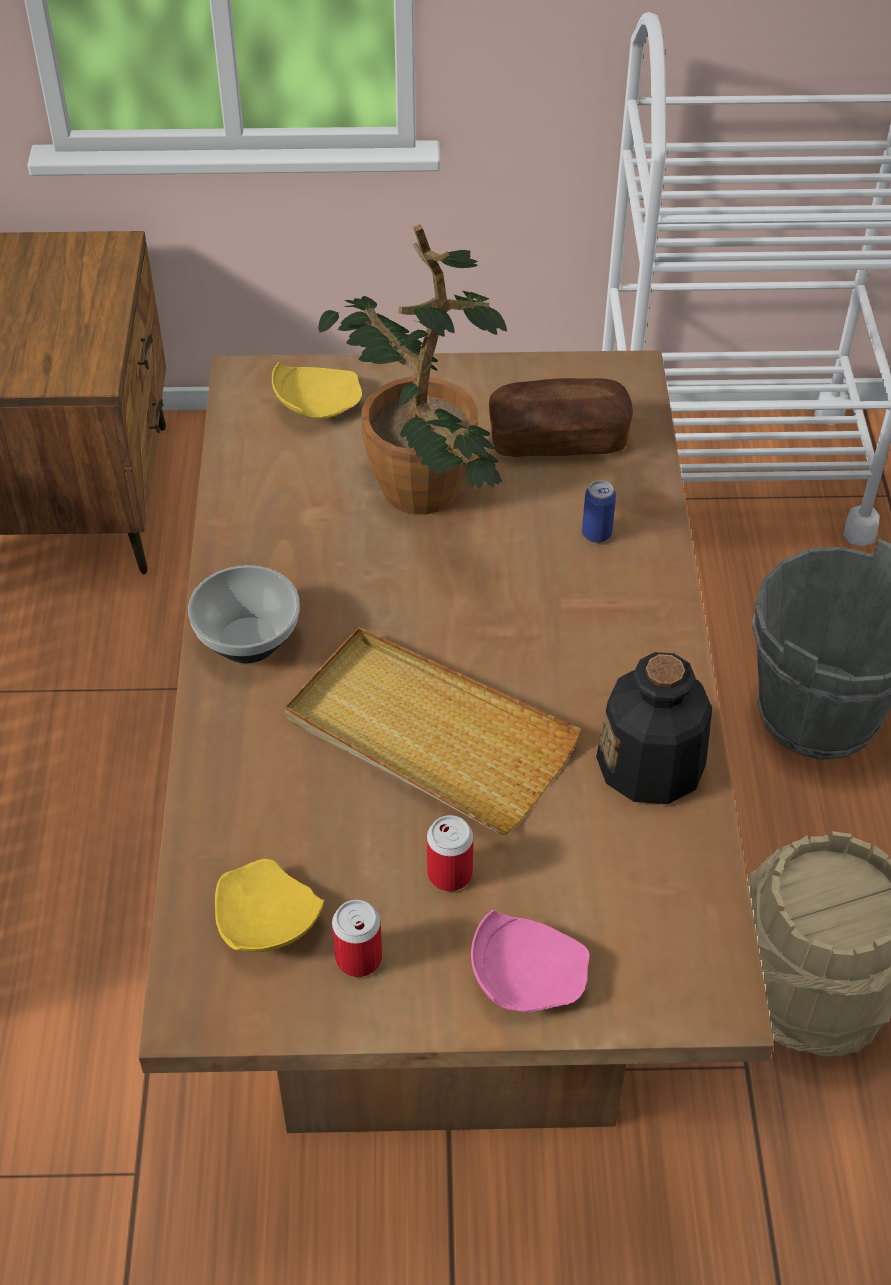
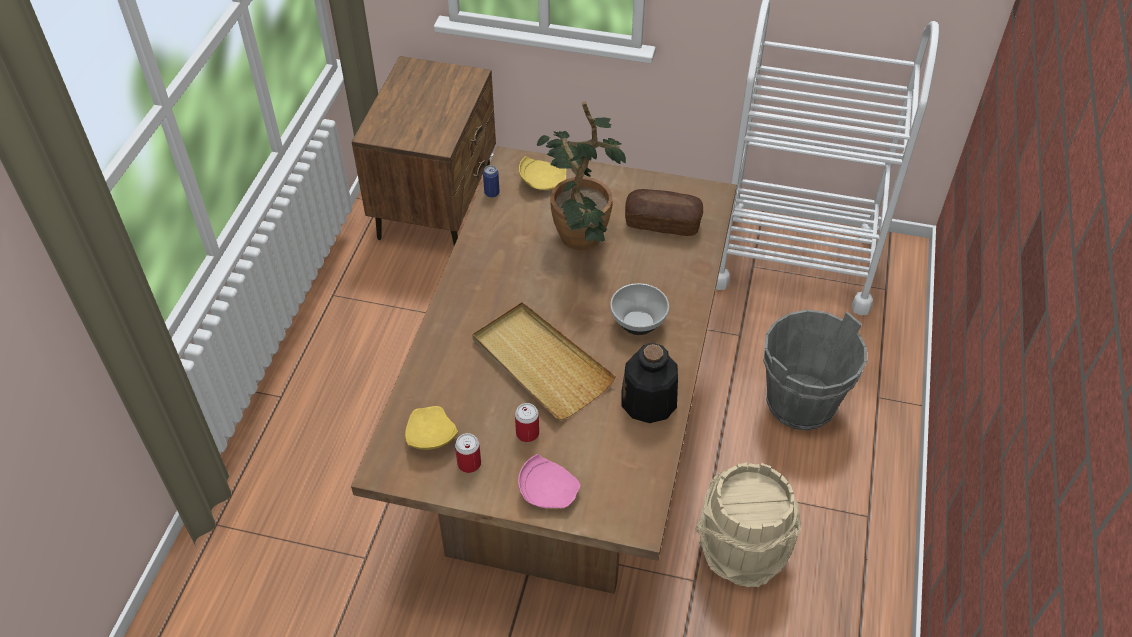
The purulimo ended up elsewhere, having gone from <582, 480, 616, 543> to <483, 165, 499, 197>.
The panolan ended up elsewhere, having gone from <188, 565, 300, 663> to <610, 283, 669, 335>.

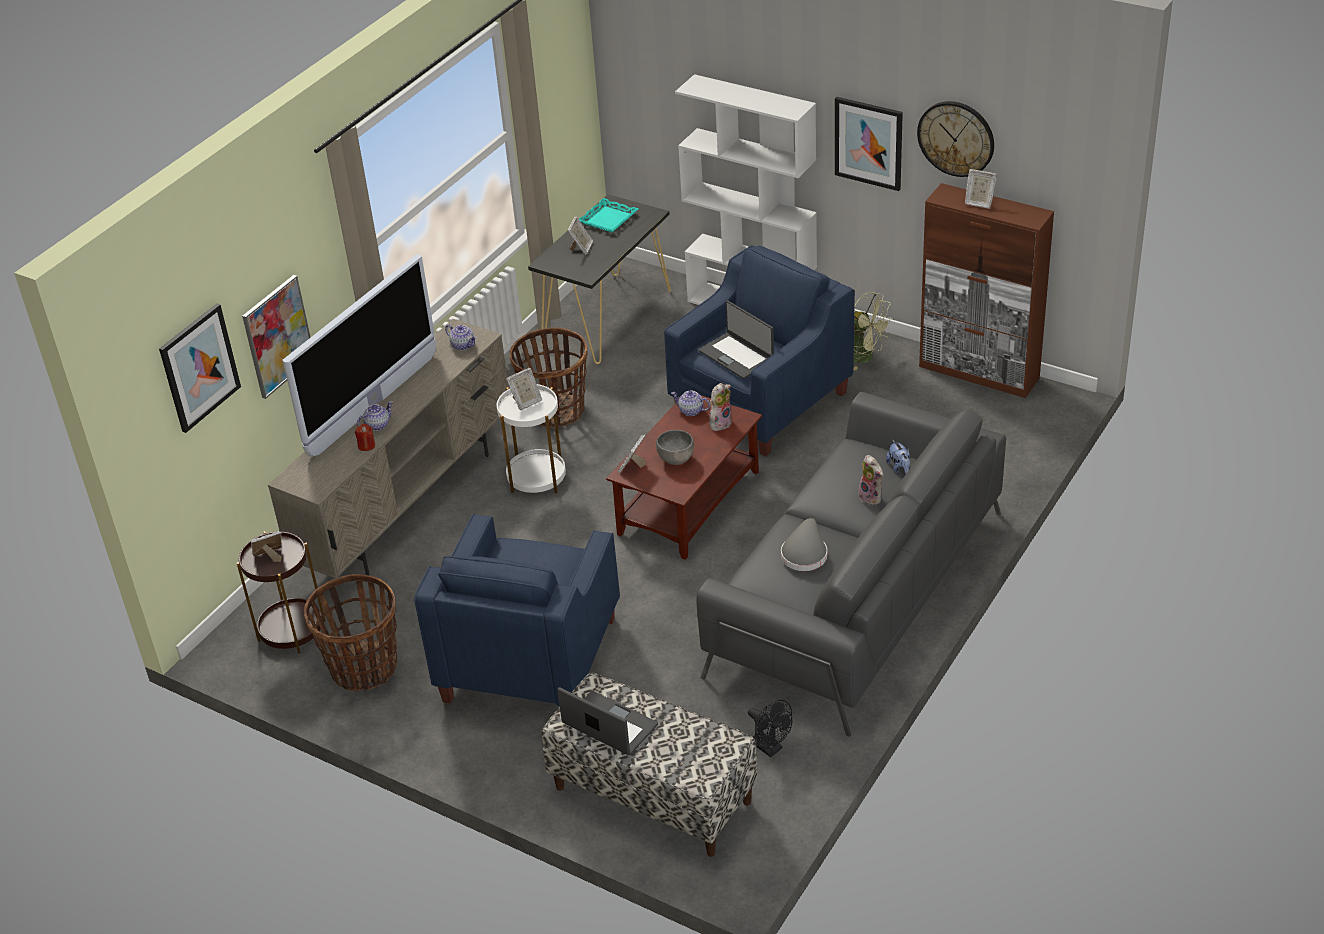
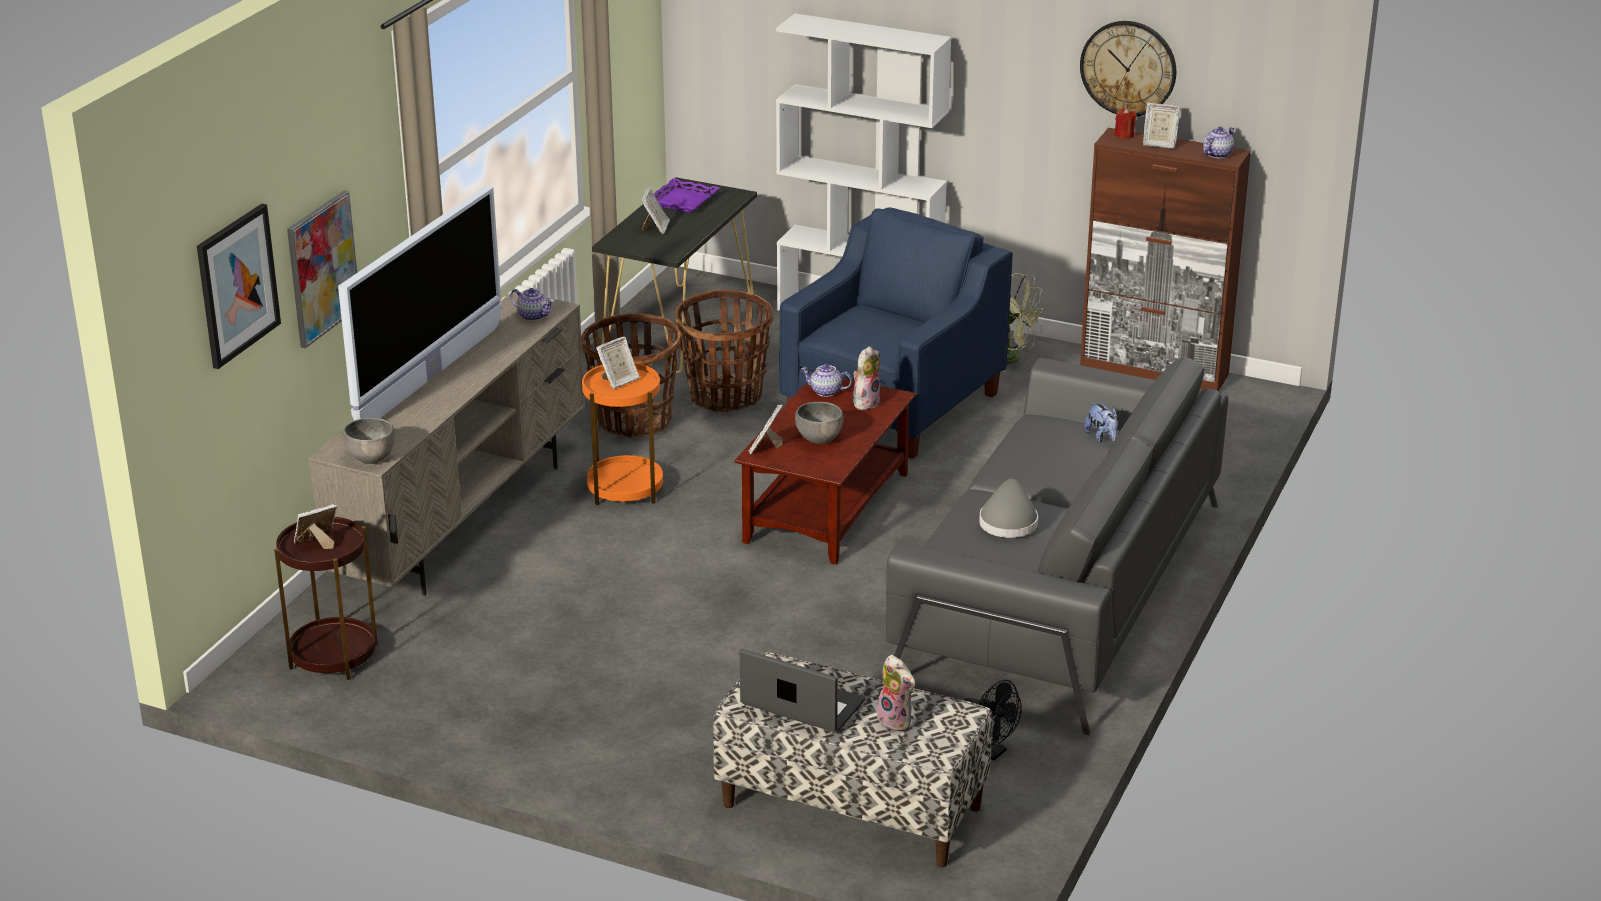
The second view gained the grey panolan at <343, 418, 395, 464>.
What was the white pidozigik at <497, 384, 566, 494> turned into the orange pidozigik at <582, 363, 663, 505>.
What was the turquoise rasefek at <579, 198, 638, 232> turned into the purple rasefek at <654, 178, 720, 213>.
The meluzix ended up elsewhere, having gone from <304, 574, 398, 691> to <675, 290, 773, 412>.
The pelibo ended up elsewhere, having gone from <859, 455, 884, 506> to <877, 655, 916, 732>.
The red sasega ended up elsewhere, having gone from <355, 424, 375, 451> to <1114, 108, 1136, 139>.
The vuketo ended up elsewhere, having gone from <357, 401, 393, 431> to <1203, 126, 1235, 158>.
The second view lost the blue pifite at <414, 514, 620, 706>.
The second view lost the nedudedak at <698, 300, 774, 379>.
The second view lost the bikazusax at <835, 97, 903, 191>.

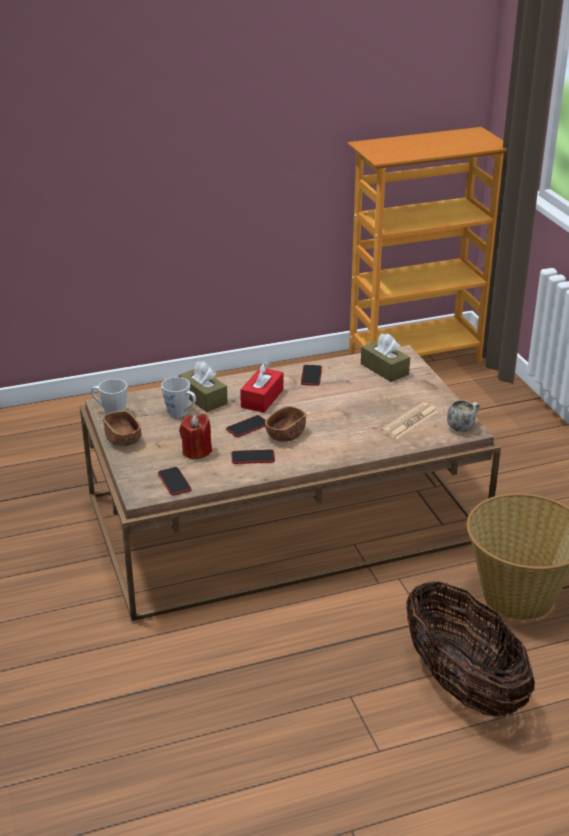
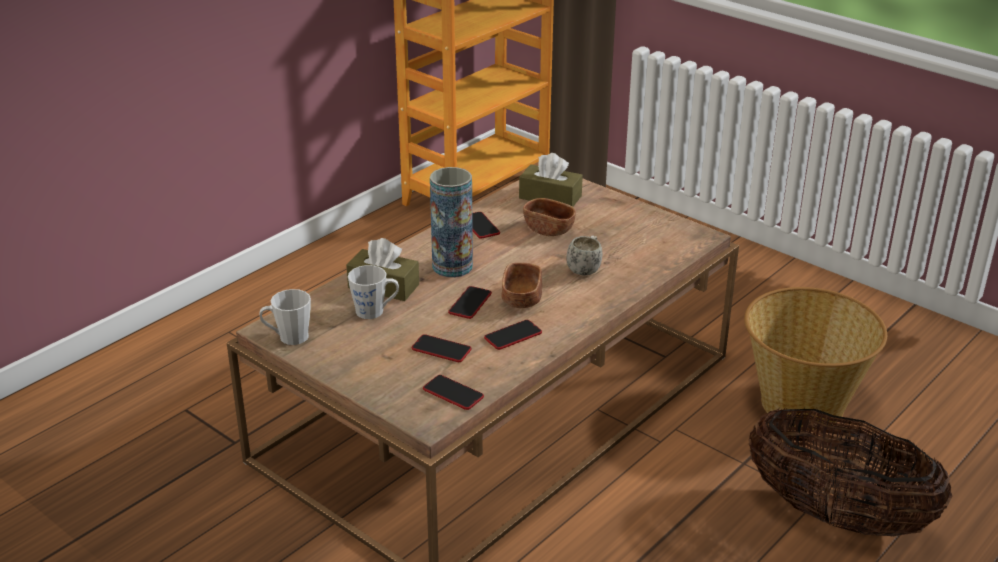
Where the red sasega stood at <179, 413, 212, 460>, the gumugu came to stand at <412, 334, 471, 362>.
Where the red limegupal stood at <240, 362, 283, 413>, the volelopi came to stand at <430, 167, 473, 278>.
The brown panolan ended up elsewhere, having gone from <103, 410, 141, 446> to <523, 198, 576, 236>.
The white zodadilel ended up elsewhere, having gone from <447, 400, 480, 432> to <566, 236, 602, 276>.
The second view lost the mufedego at <381, 402, 438, 439>.

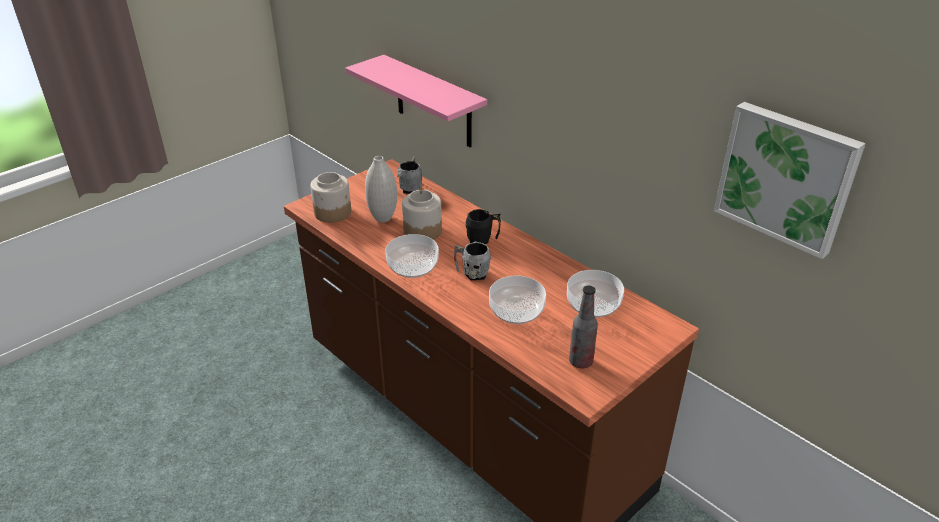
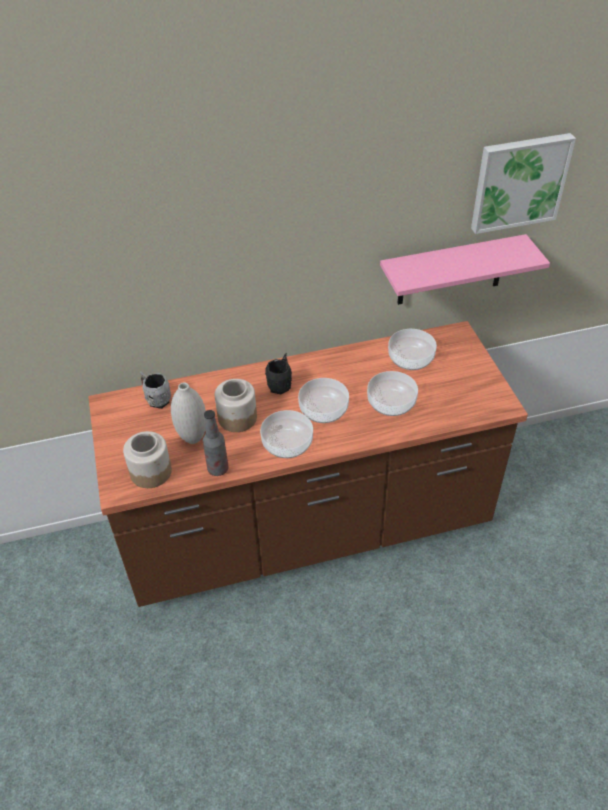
The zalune ended up elsewhere, having gone from <569, 285, 598, 369> to <203, 410, 228, 476>.
Where the grey zodadilel stood at <454, 242, 491, 280>, the panolan came to stand at <298, 378, 349, 423>.
The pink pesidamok ended up elsewhere, having gone from <345, 55, 488, 147> to <380, 234, 550, 305>.

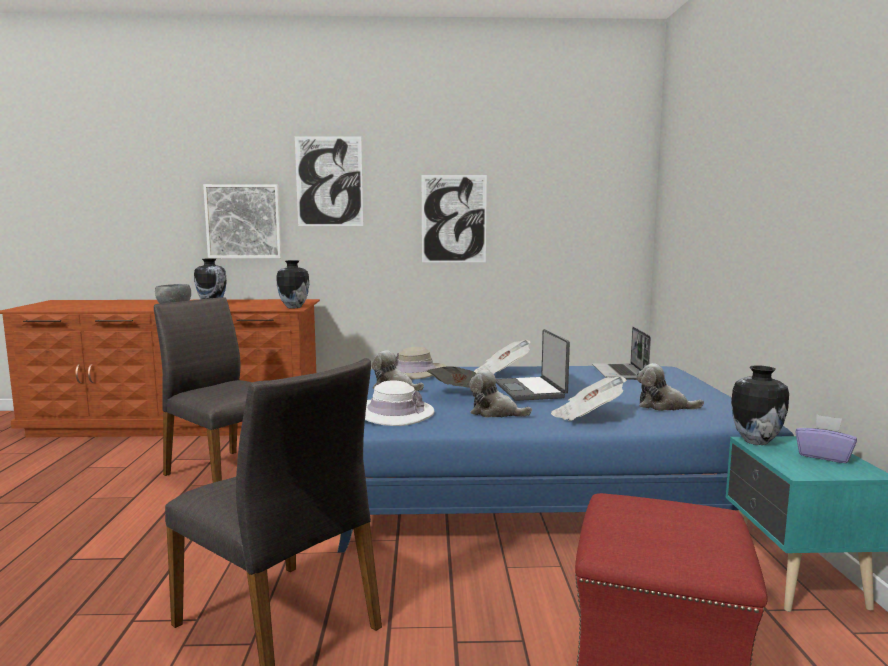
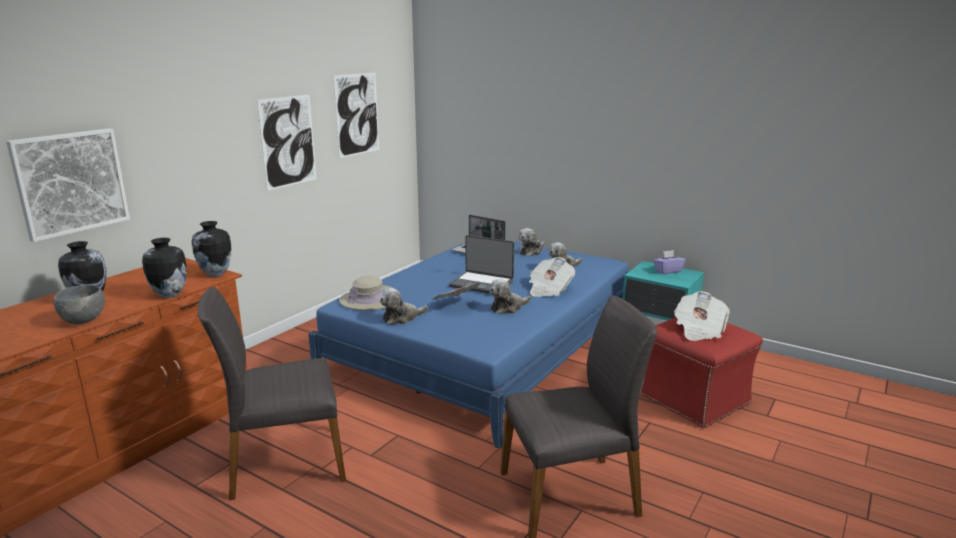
The volelopi ended up elsewhere, having gone from <731, 365, 789, 445> to <142, 238, 187, 298>.
The bikazusax ended up elsewhere, having gone from <295, 136, 363, 226> to <333, 72, 379, 158>.
The second view gained the pelibo at <518, 228, 545, 256>.
The mufedego ended up elsewhere, having gone from <474, 340, 531, 374> to <674, 291, 730, 341>.
The second view lost the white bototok at <365, 380, 434, 426>.

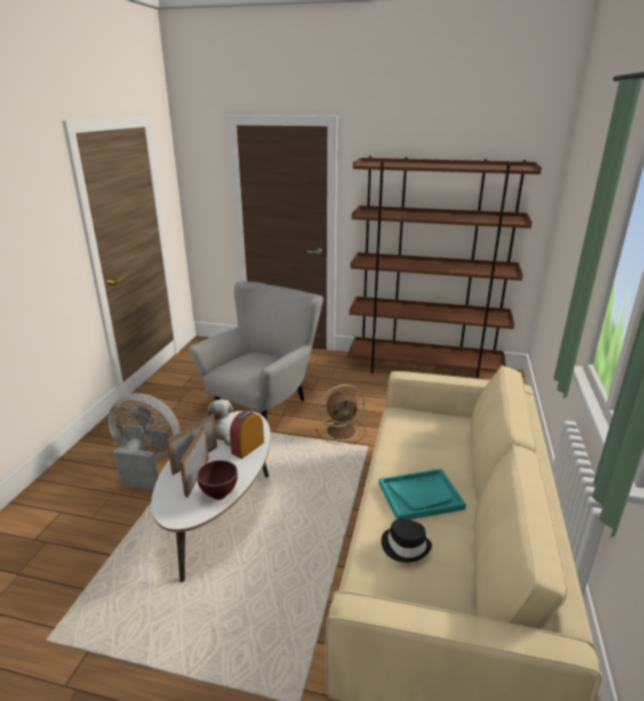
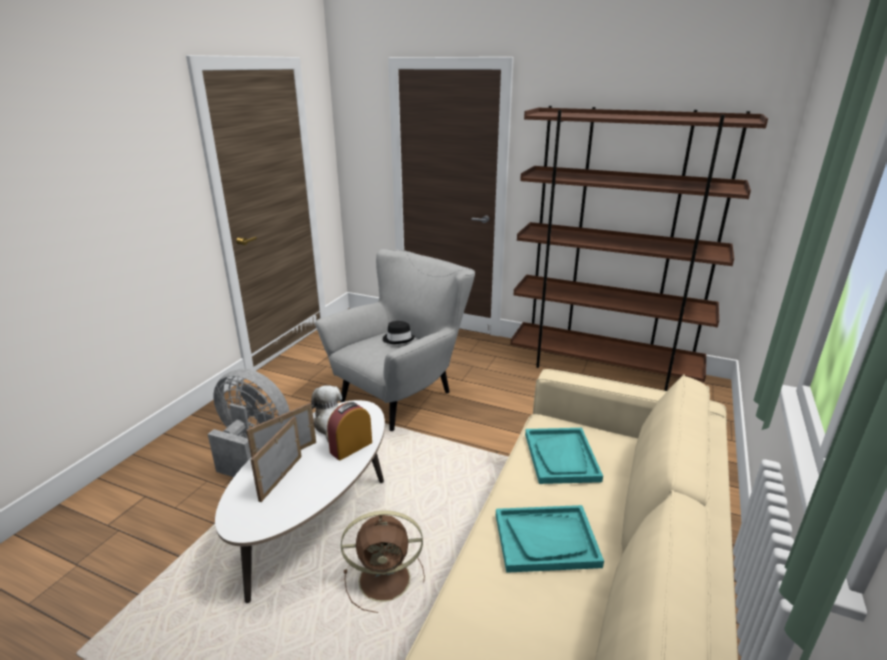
The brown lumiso ended up elsewhere, having gone from <316, 384, 366, 444> to <341, 510, 425, 613>.
The black bototok ended up elsewhere, having gone from <381, 519, 432, 563> to <383, 321, 415, 344>.
The second view gained the turquoise rasefek at <525, 428, 603, 484>.
The second view lost the brown panolan at <197, 460, 238, 500>.

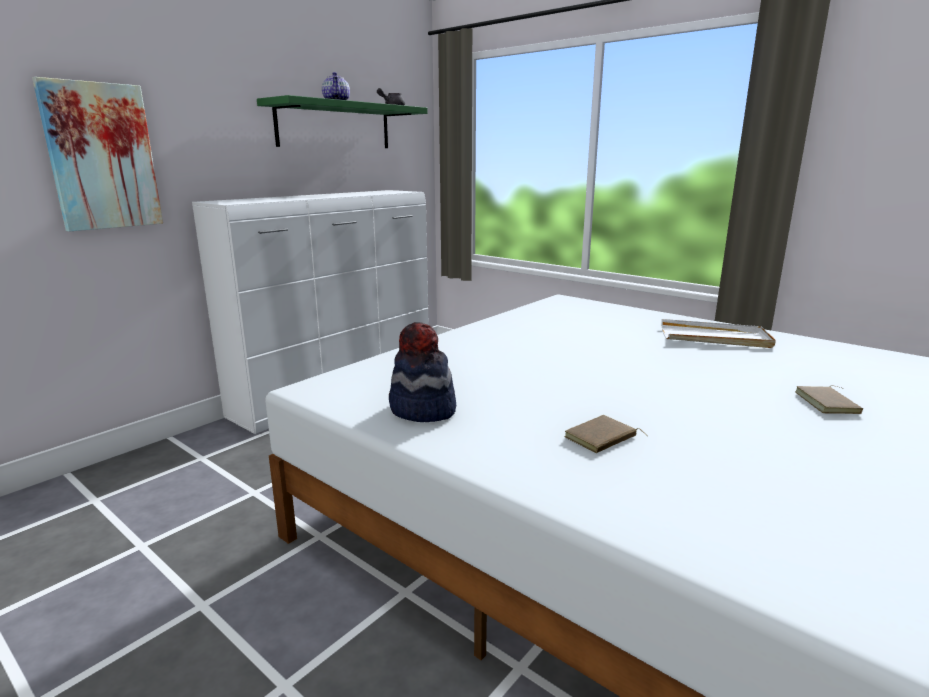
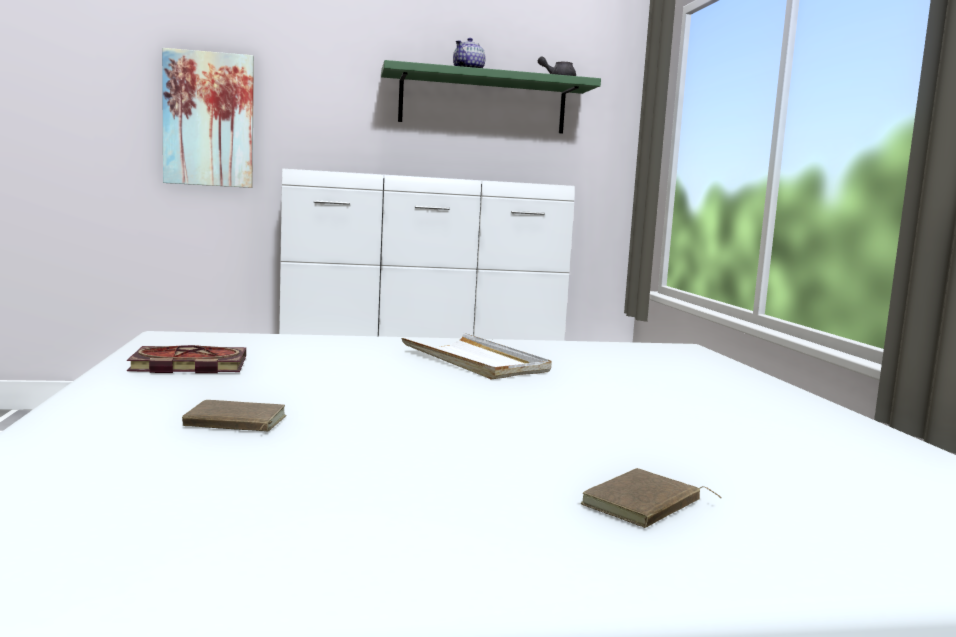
Where the bototok stood at <389, 322, 456, 422>, the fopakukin came to stand at <127, 345, 246, 373>.
The white rasefek ended up elsewhere, having gone from <661, 319, 776, 348> to <401, 333, 552, 379>.

